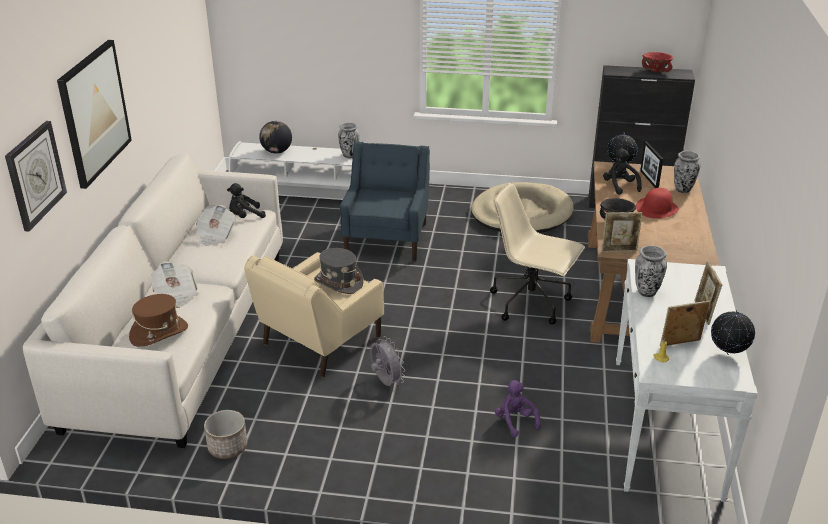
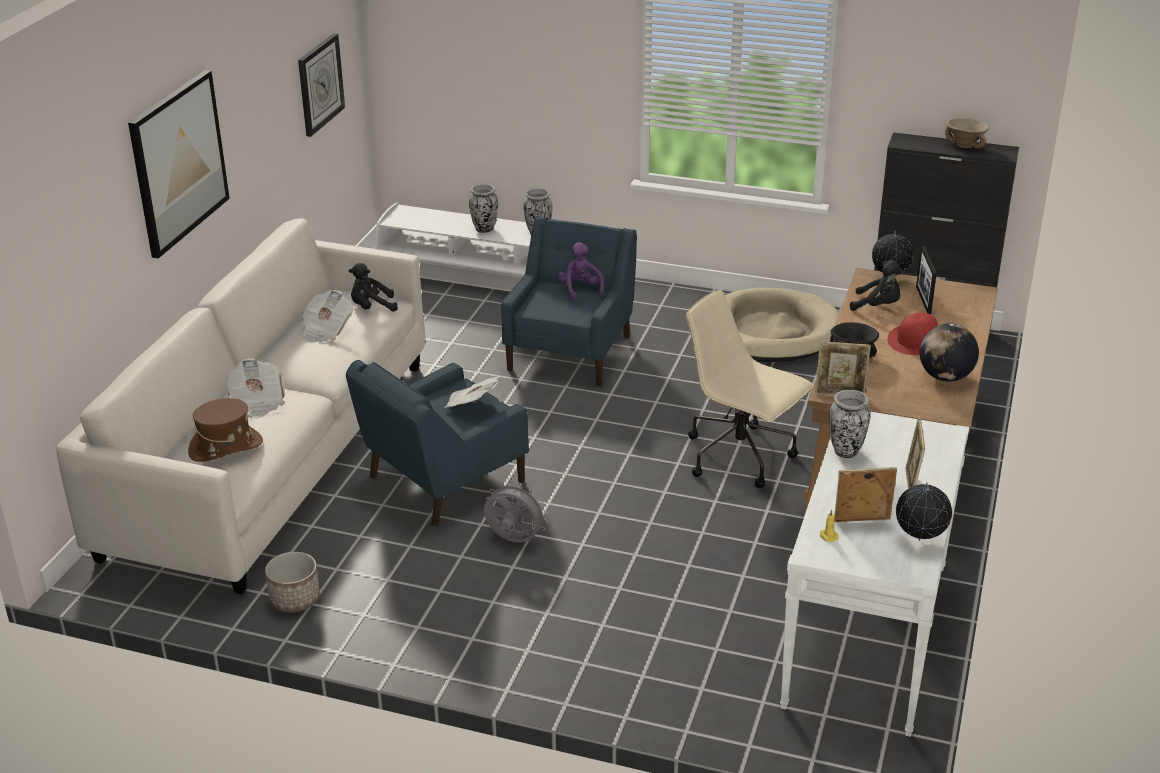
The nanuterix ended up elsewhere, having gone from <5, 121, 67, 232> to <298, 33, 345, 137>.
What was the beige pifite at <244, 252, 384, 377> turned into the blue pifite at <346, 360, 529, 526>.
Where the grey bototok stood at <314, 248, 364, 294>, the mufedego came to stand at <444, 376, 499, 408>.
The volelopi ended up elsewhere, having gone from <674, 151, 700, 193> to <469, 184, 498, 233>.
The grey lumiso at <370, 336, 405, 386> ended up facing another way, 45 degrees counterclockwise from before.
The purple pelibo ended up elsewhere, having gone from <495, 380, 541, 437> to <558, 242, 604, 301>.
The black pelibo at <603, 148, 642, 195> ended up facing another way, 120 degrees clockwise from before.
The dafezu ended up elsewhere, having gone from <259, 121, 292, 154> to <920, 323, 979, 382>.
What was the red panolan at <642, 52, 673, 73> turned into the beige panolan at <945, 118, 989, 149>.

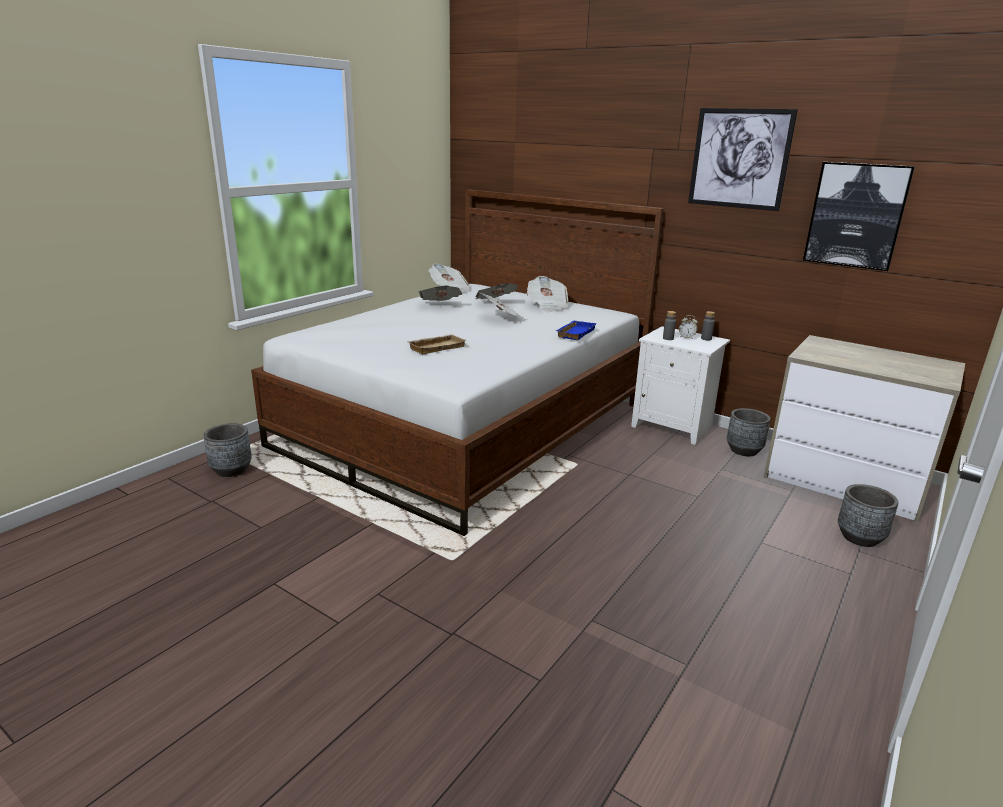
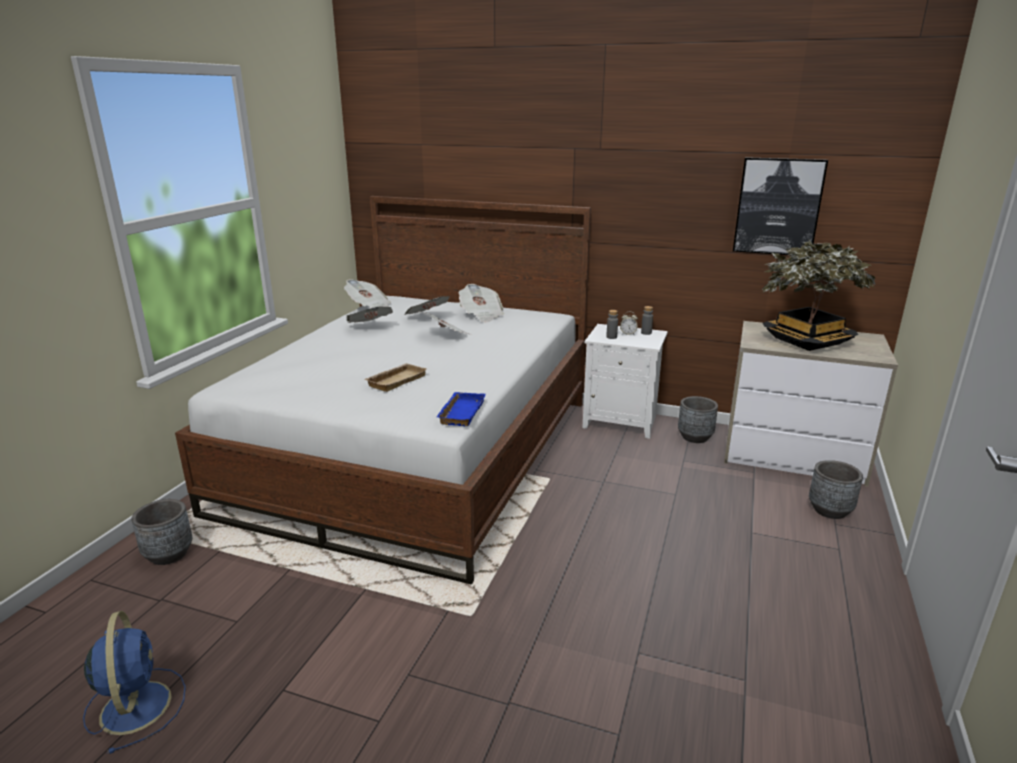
The second view gained the blue lumiso at <83, 611, 186, 754>.
The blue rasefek ended up elsewhere, having gone from <556, 321, 597, 340> to <437, 392, 486, 426>.
The second view gained the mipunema at <762, 240, 875, 351>.
The second view lost the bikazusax at <688, 108, 798, 211>.

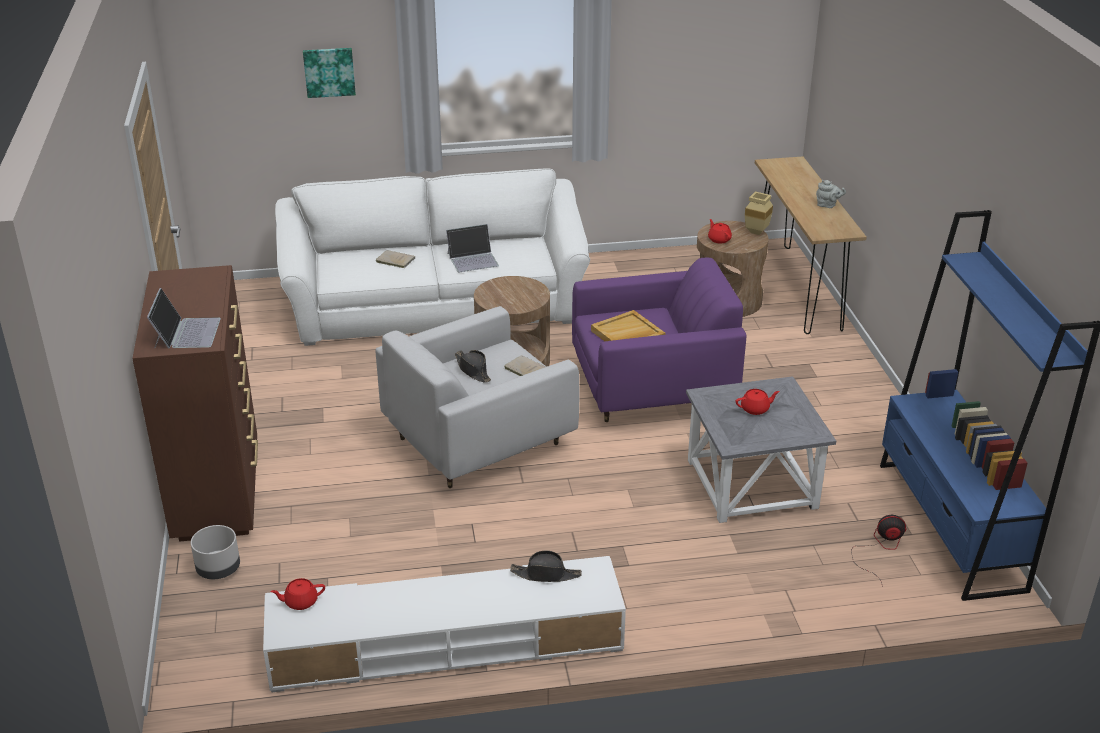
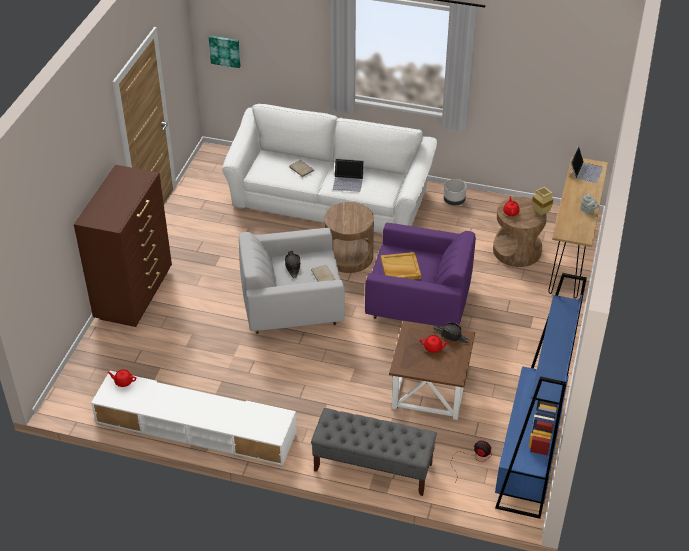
The bikazusax ended up elsewhere, having gone from <303, 48, 356, 98> to <209, 36, 241, 68>.
The second view gained the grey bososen at <311, 408, 437, 496>.
What was the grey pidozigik at <686, 376, 836, 523> turned into the brown pidozigik at <389, 321, 475, 420>.
The black bototok ended up elsewhere, having gone from <510, 550, 582, 582> to <433, 322, 471, 343>.
The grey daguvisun ended up elsewhere, having gone from <191, 525, 240, 579> to <444, 179, 467, 206>.
The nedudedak ended up elsewhere, having gone from <147, 288, 221, 349> to <569, 146, 603, 184>.

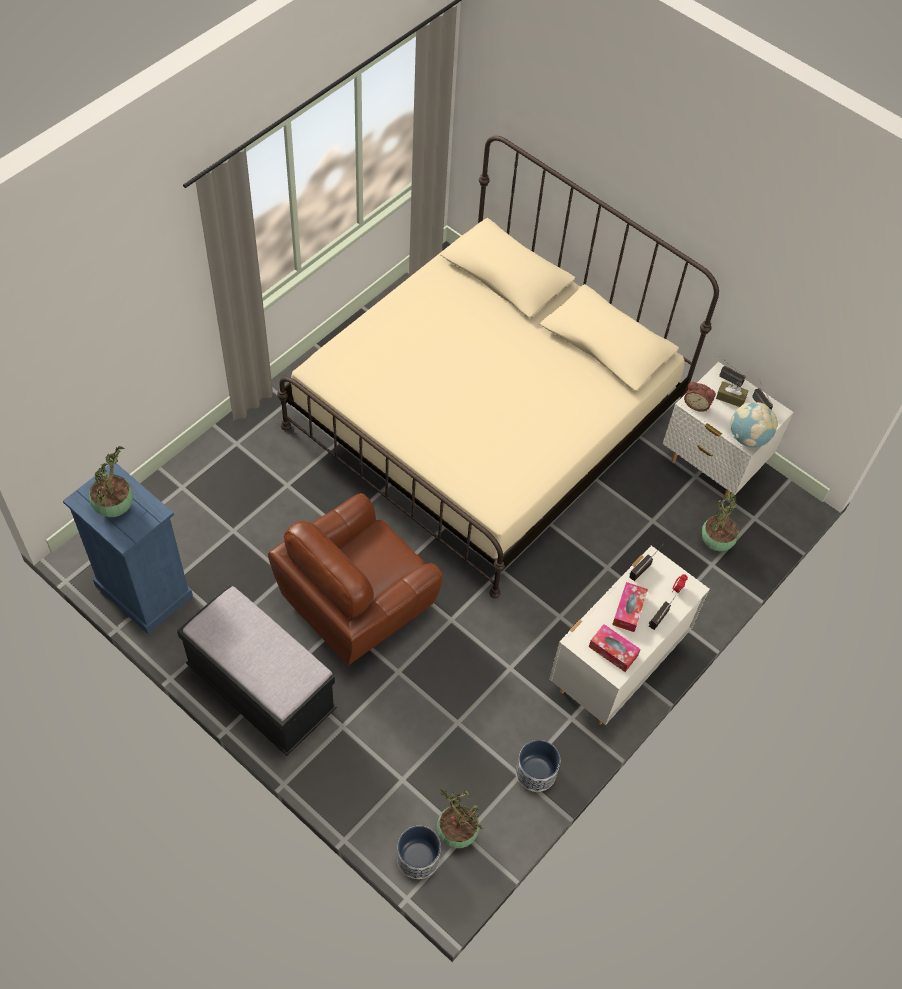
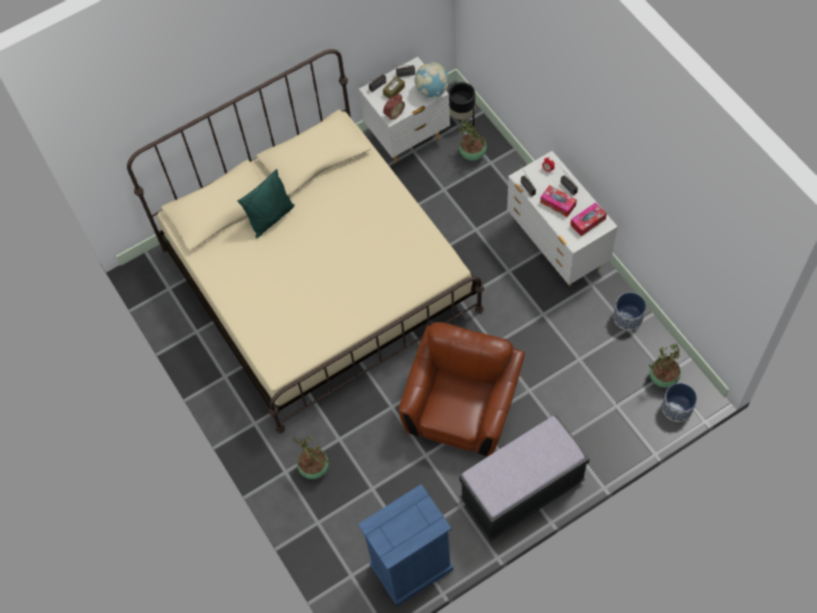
The second view gained the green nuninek at <237, 169, 295, 238>.
The mipunema ended up elsewhere, having gone from <89, 446, 133, 517> to <293, 435, 329, 479>.
The brown pifite at <268, 493, 443, 665> ended up facing another way, 135 degrees counterclockwise from before.
The second view gained the black daguvisun at <448, 82, 475, 126>.

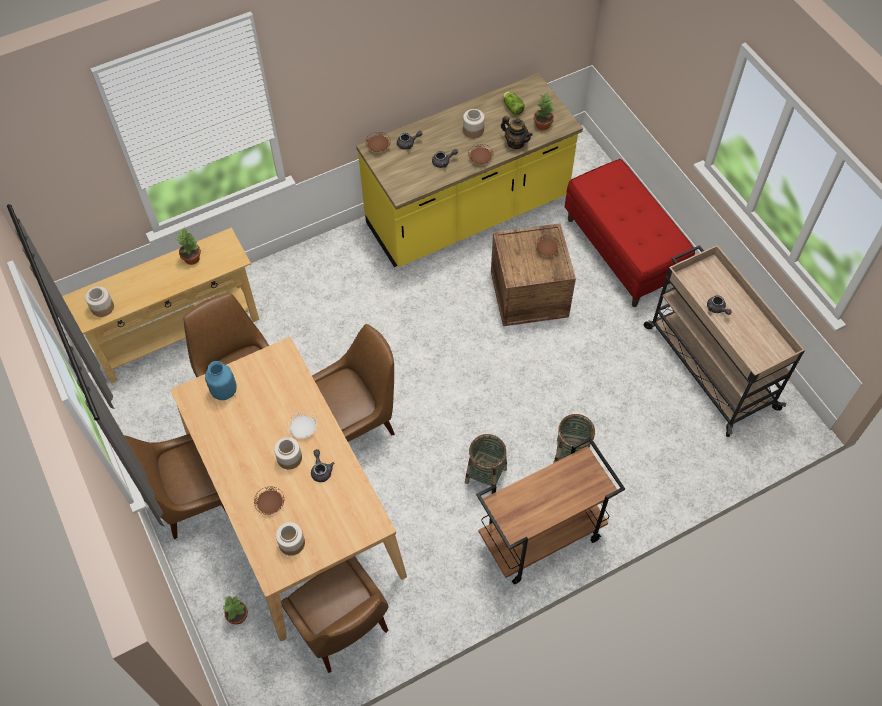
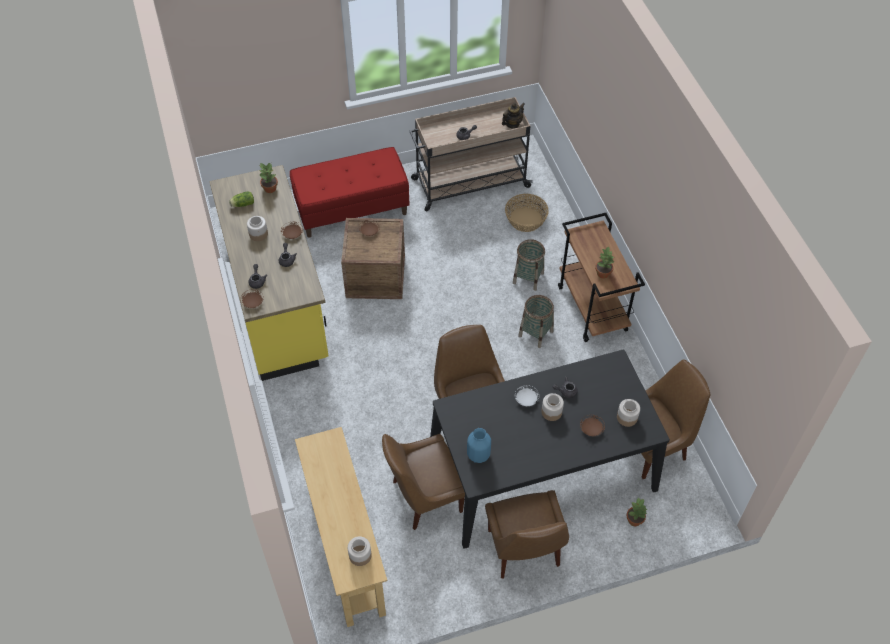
What was the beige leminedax at <170, 337, 407, 641> turned into the black leminedax at <430, 349, 670, 549>.
The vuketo ended up elsewhere, having gone from <501, 116, 533, 149> to <502, 103, 525, 128>.
The second view gained the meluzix at <505, 194, 549, 232>.
The mipunema ended up elsewhere, having gone from <176, 227, 201, 265> to <595, 246, 615, 279>.

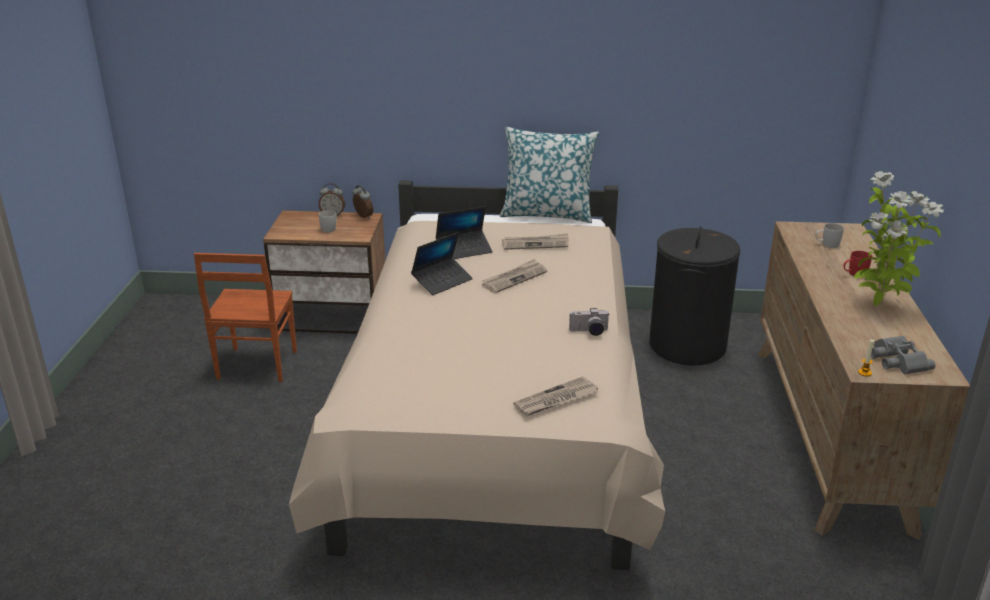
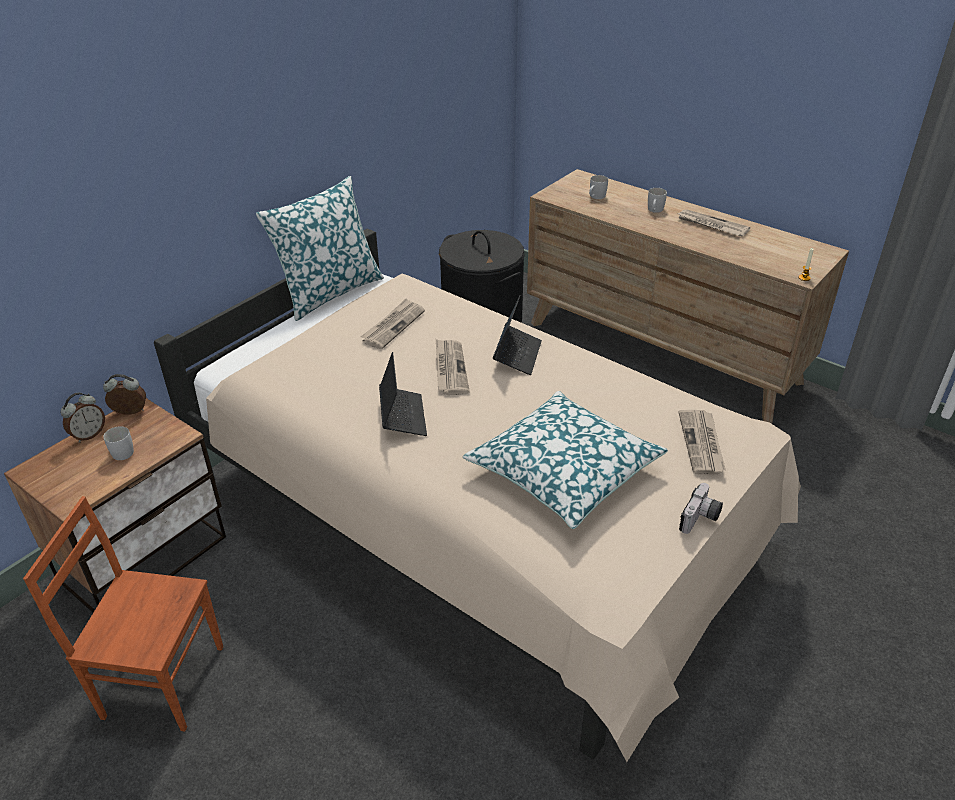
The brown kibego at <194, 253, 297, 382> ended up facing another way, 150 degrees clockwise from before.
The second view gained the nuninek at <463, 391, 668, 529>.
The nedudedak ended up elsewhere, having gone from <436, 206, 492, 259> to <493, 295, 542, 375>.
What was the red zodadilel at <843, 251, 872, 276> turned into the white zodadilel at <648, 188, 667, 213>.
Where the mipunema stood at <854, 171, 944, 306>, the mufedego came to stand at <676, 209, 750, 237>.
The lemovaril ended up elsewhere, having gone from <569, 308, 609, 336> to <679, 483, 723, 534>.
The second view lost the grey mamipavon at <871, 336, 936, 374>.

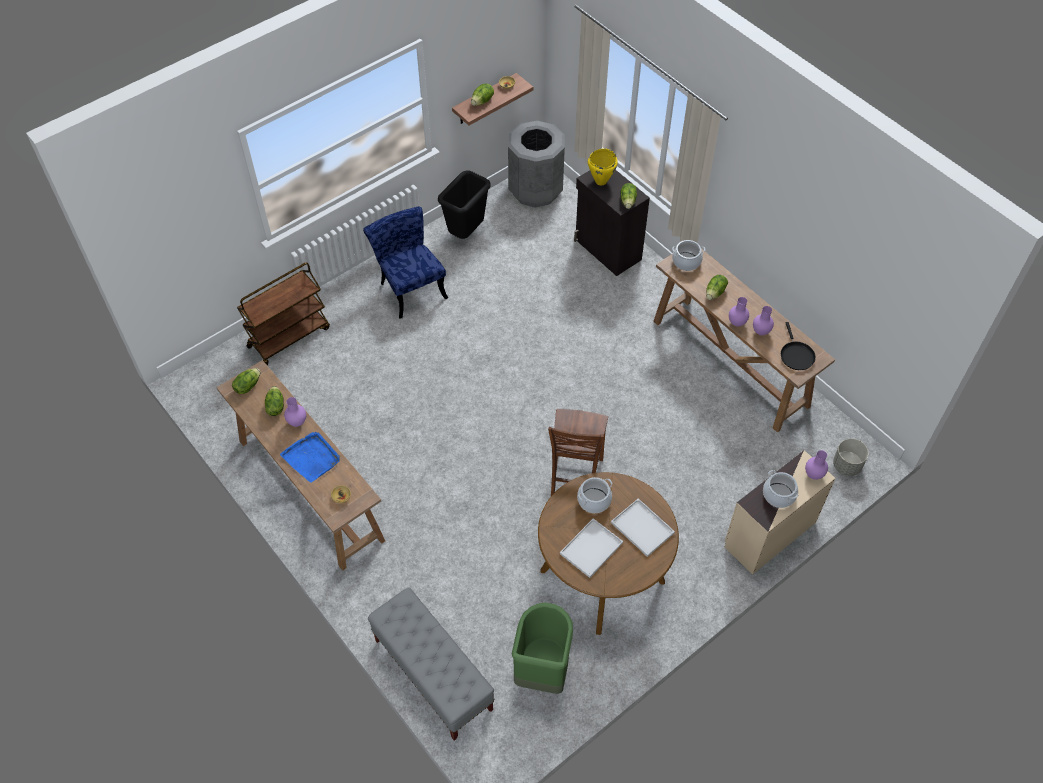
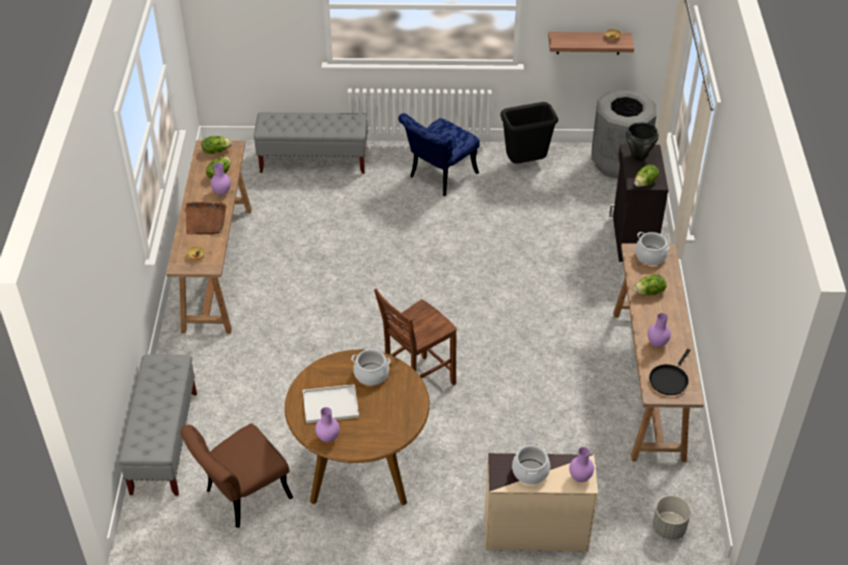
Where the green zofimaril stood at <512, 603, 573, 694>, the brown kibego came to stand at <180, 423, 293, 528>.
What was the blue rasefek at <280, 432, 340, 483> turned into the brown rasefek at <186, 202, 226, 235>.
Where the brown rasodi stood at <237, 262, 330, 365>, the grey bososen came to stand at <254, 112, 367, 174>.
The purple volelopi ended up elsewhere, having gone from <729, 297, 749, 326> to <315, 407, 340, 442>.
The blue kibego at <363, 207, 448, 319> ended up facing another way, 150 degrees counterclockwise from before.
What was the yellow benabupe at <588, 148, 618, 185> turned into the black benabupe at <626, 122, 659, 161>.
The second view lost the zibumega at <471, 84, 494, 106>.
The second view lost the white rasefek at <611, 498, 675, 557>.

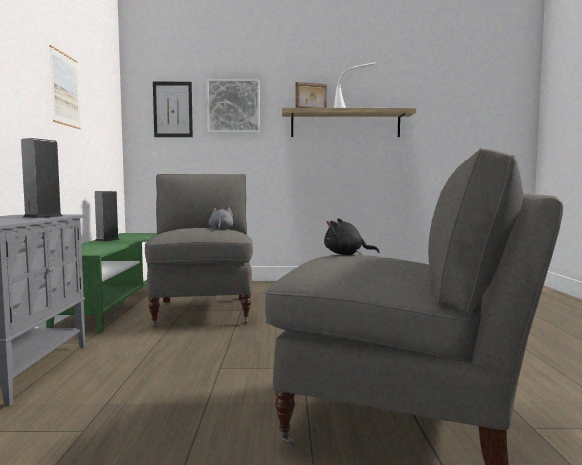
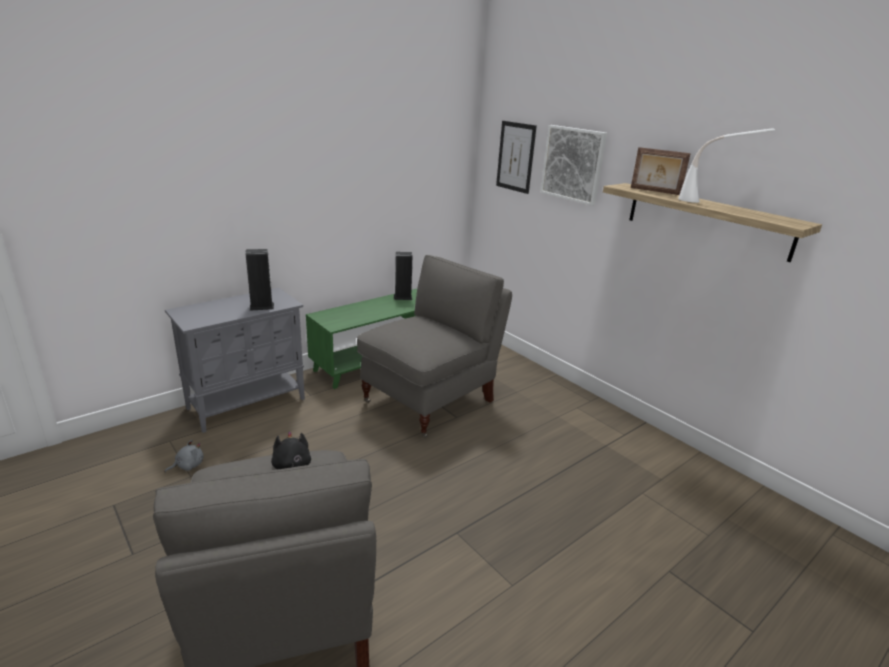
The grey pelibo ended up elsewhere, having gone from <209, 208, 233, 229> to <164, 440, 204, 473>.
The second view lost the bikazusax at <50, 45, 81, 129>.

